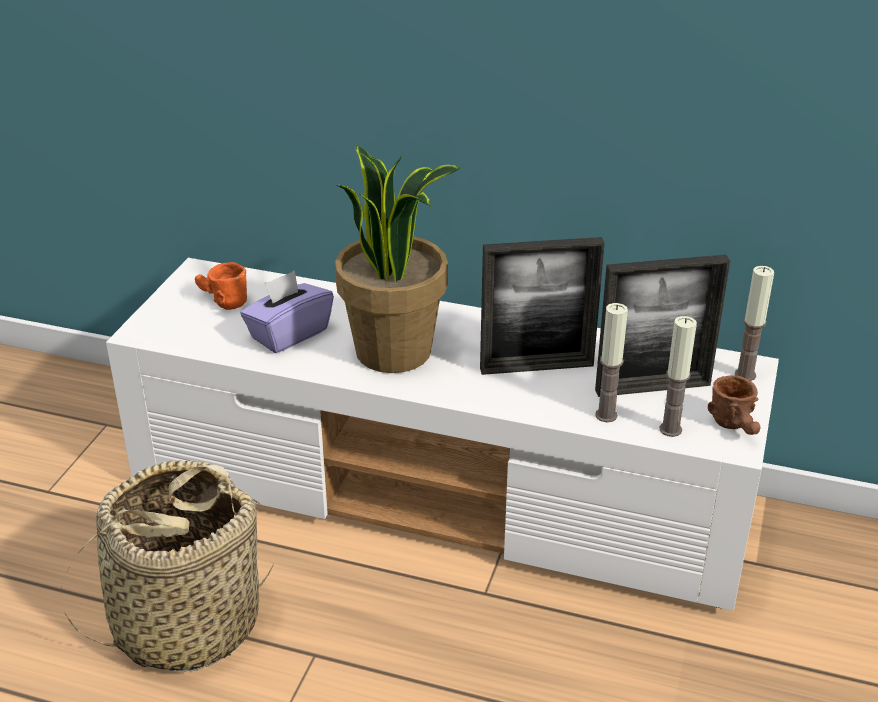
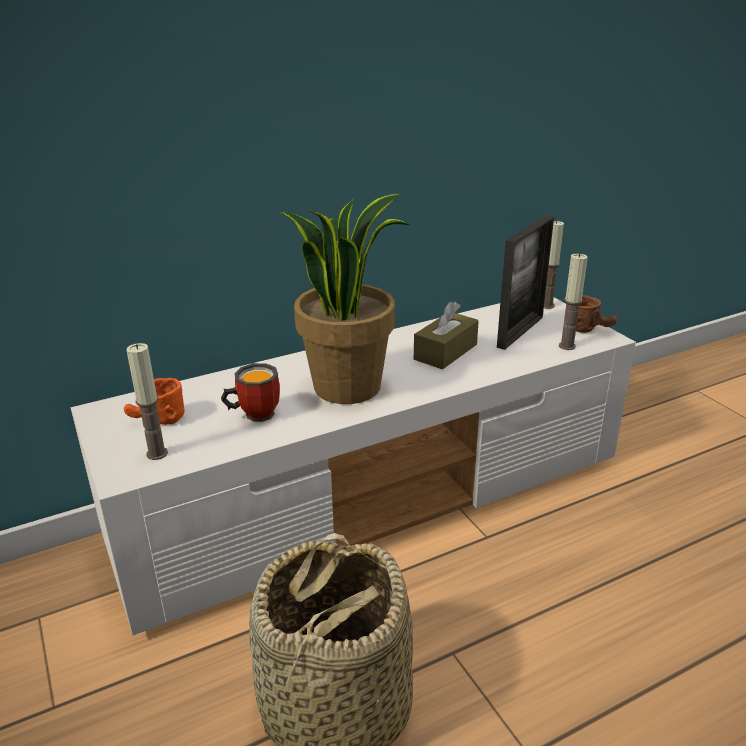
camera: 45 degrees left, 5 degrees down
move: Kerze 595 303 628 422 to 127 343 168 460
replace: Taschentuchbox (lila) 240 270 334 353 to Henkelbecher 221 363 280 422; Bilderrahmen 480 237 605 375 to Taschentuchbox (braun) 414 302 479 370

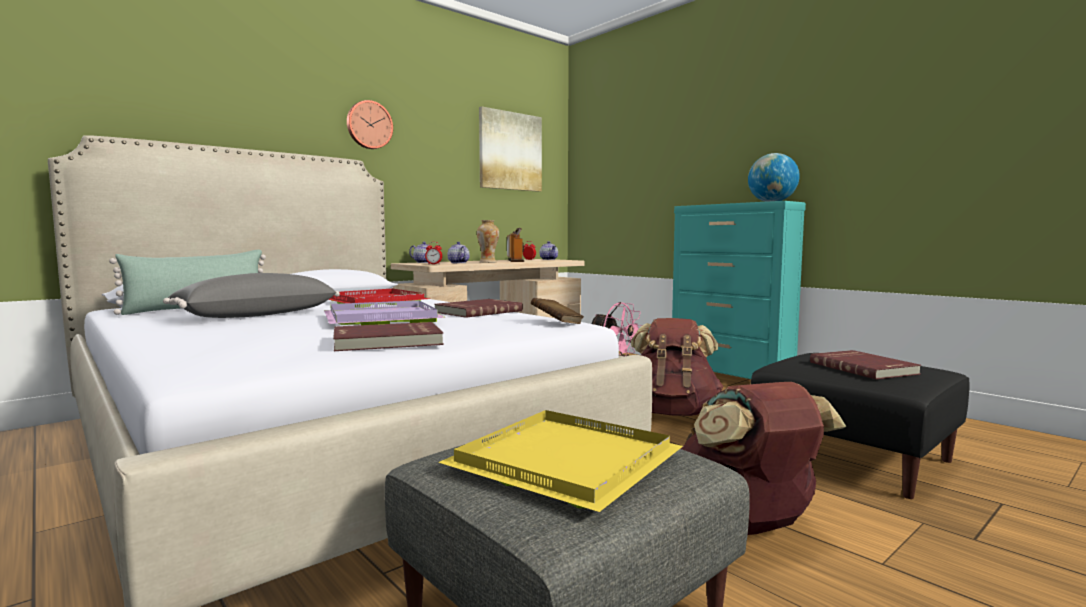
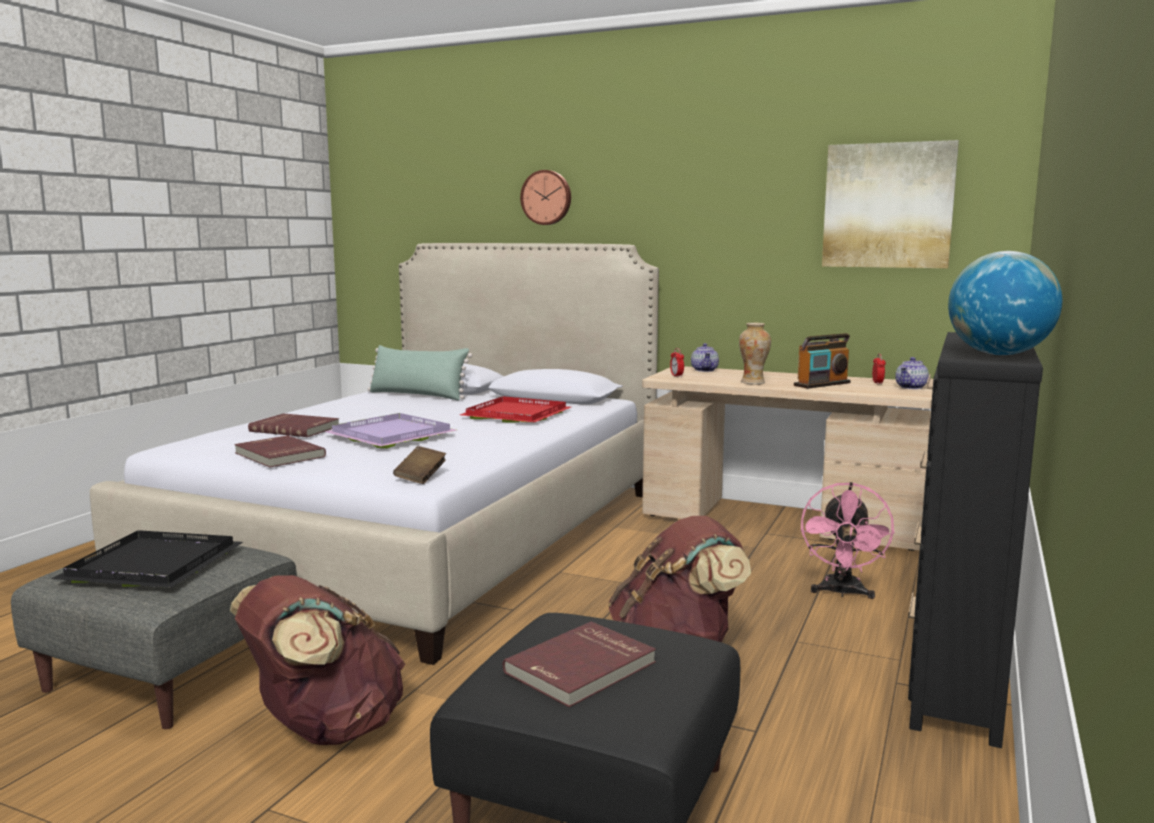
camera: 65 degrees right, 5 degrees up
delete: Kissen (grau) 163 273 340 318; Teekanne 447 242 470 263
move: Wanduhr 347 100 393 149 to 520 170 571 225; Buch (rot) 434 299 523 318 to 248 413 339 437
recolor: Tablett (gelb) 438 410 683 512 to Tablett (schwarz) 51 530 243 588; Kommode (türkis) 672 201 806 379 to Kommode (schwarz) 908 332 1043 748

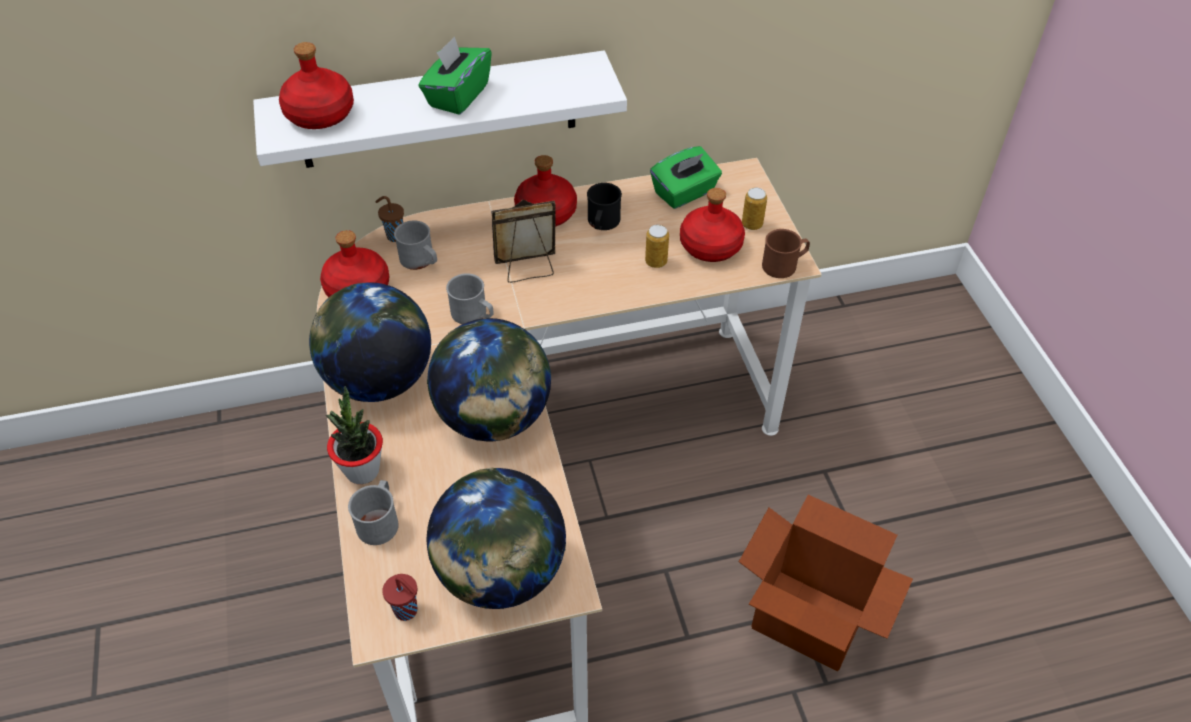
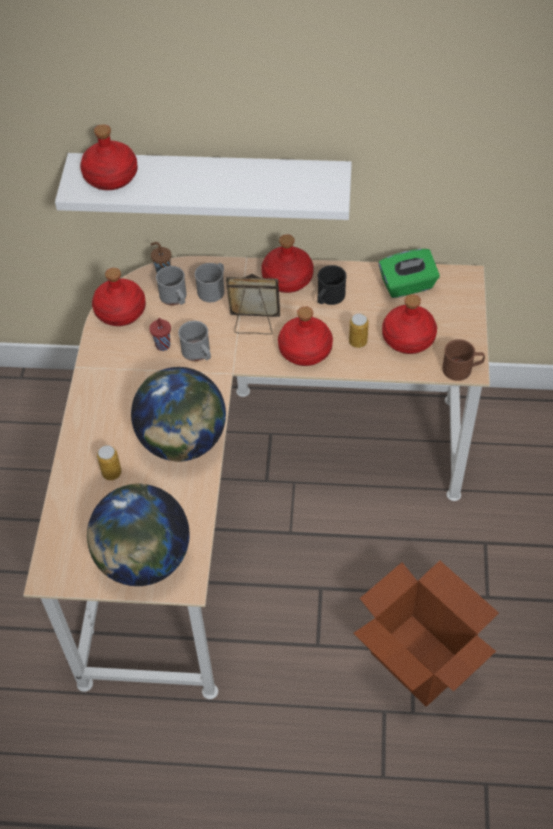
camera: 20 degrees right, 5 degrees up
delete: Globus 309 282 431 402; Topfpflanze 326 386 383 484; Taschentuchbox (grün) 419 36 492 114
insert: Flasche (rot) 278 306 333 366
move: Henkelbecher (grau) 348 480 399 545 to 195 263 225 302; Tasse (rot) 382 574 417 621 to 149 318 171 351; Dose 742 188 767 230 to 97 445 122 480

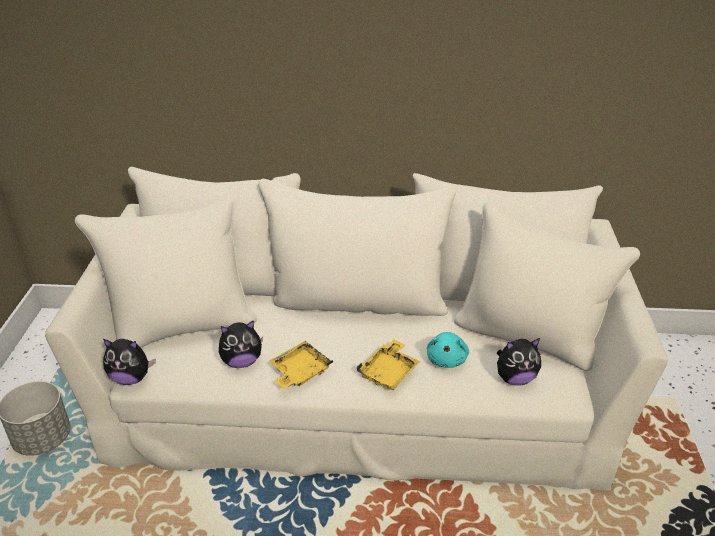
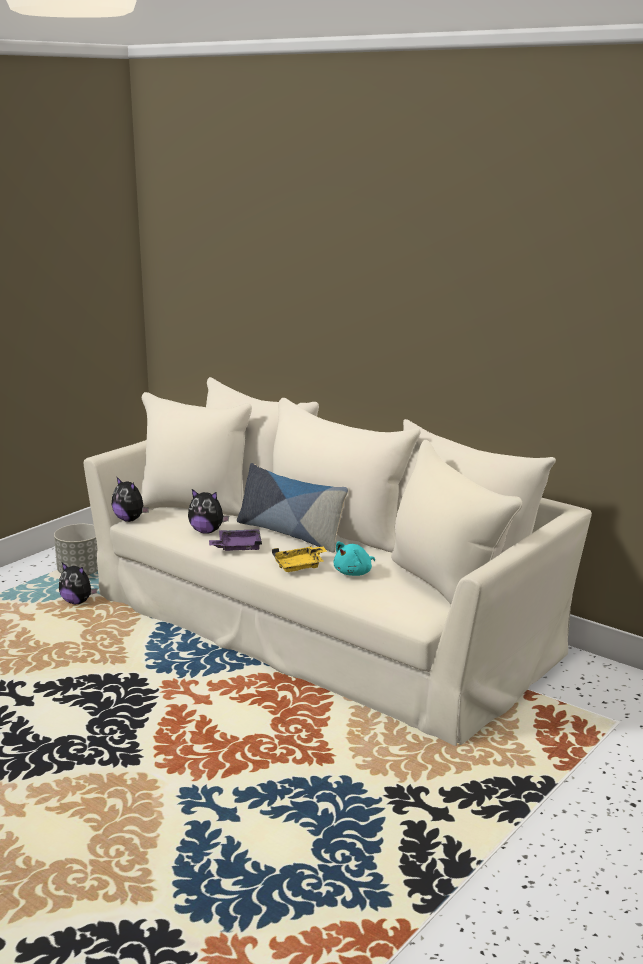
camera: 35 degrees right, 15 degrees down
insert: Kissen 237 463 348 552
move: Plüschtier 497 338 541 385 to 59 563 97 604
recolor: Tablett (gelb) 269 341 333 389 to Tablett (lila) 209 529 262 551

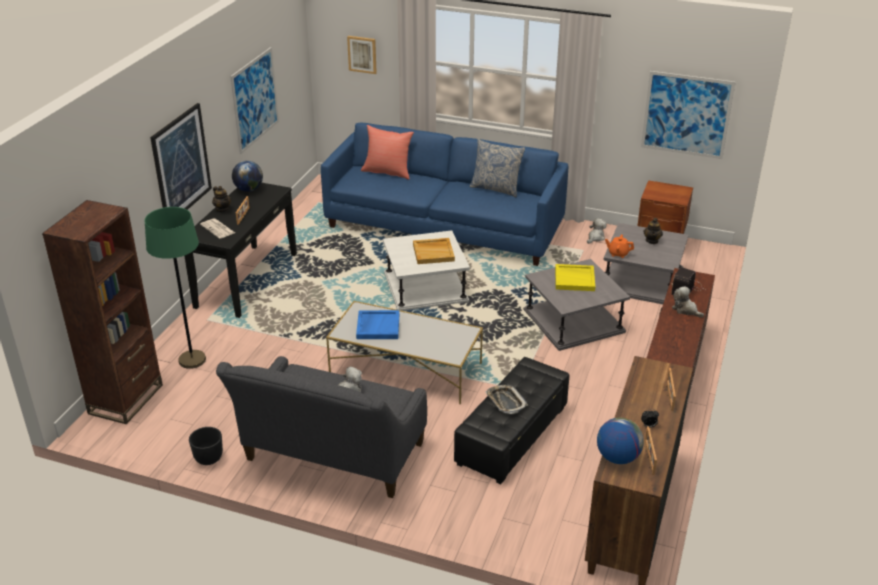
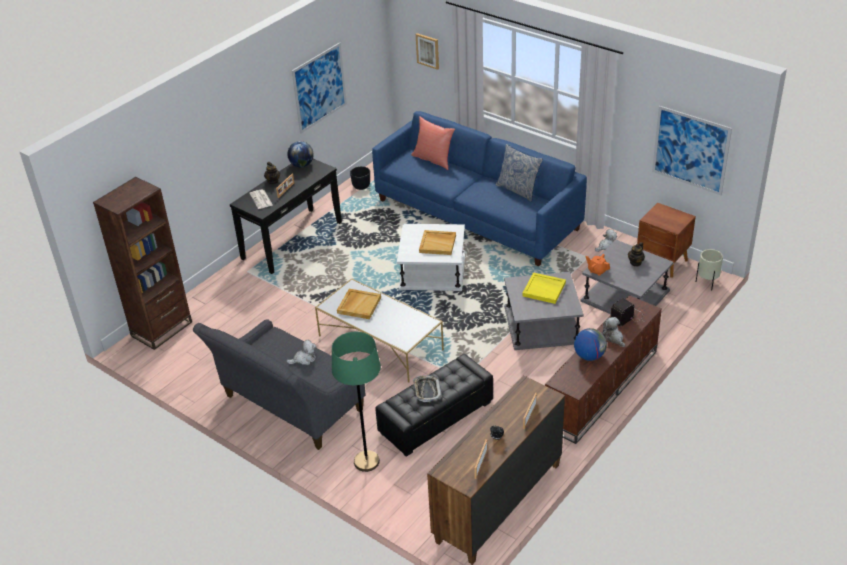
camera: 20 degrees right, 5 degrees up
delete: Bild 150 103 212 210
insert: Pflanzkübel (beige) 696 249 723 291
move: Stehlampe (grün) 144 207 206 369 to 332 332 381 472; Pflanzkübel (schwarz) 189 427 223 465 to 350 166 370 190; Globus 597 418 644 464 to 574 328 607 361
recolor: Tablett (blau) 356 310 399 339 to Tablett (beige) 337 289 381 319

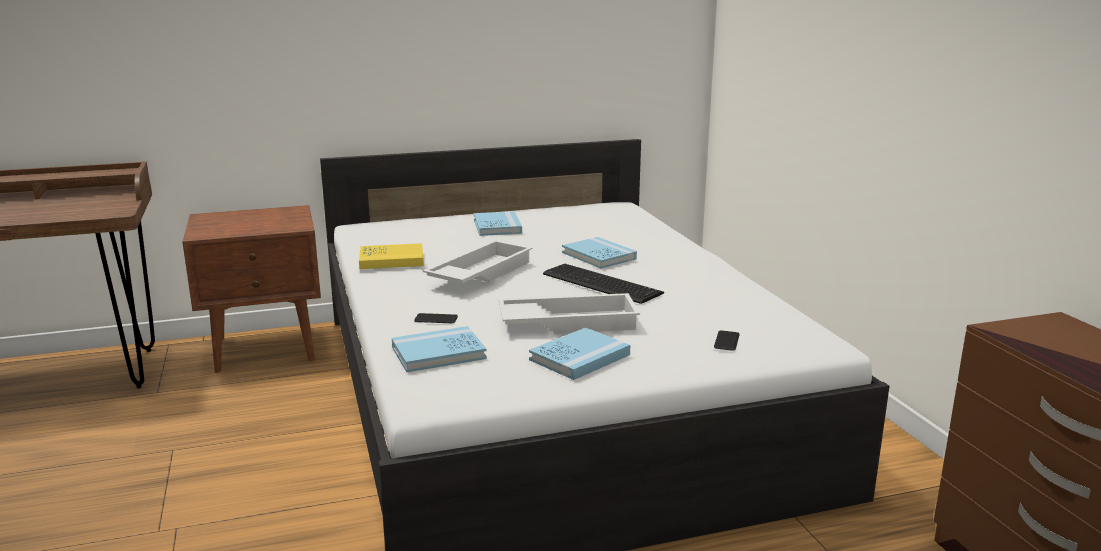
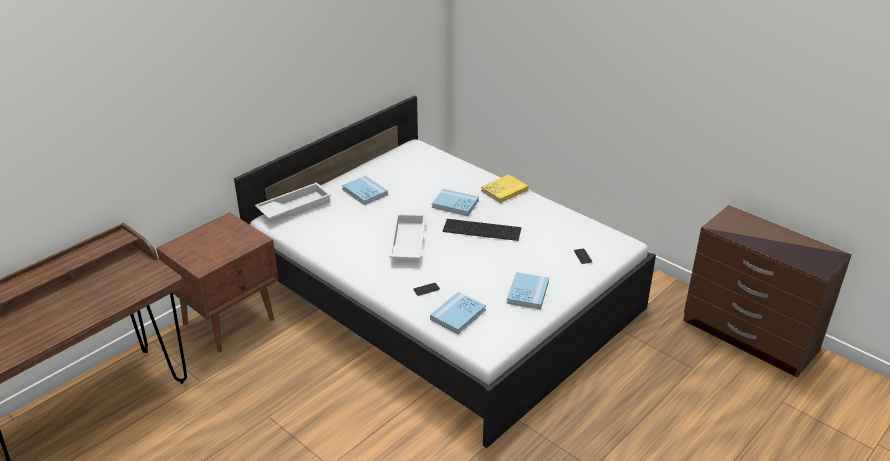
camera: 30 degrees left, 15 degrees up
move: Buch (gelb) 359 243 424 269 to 481 175 528 203; Tablett (weiß) 499 293 640 334 to 255 183 331 219

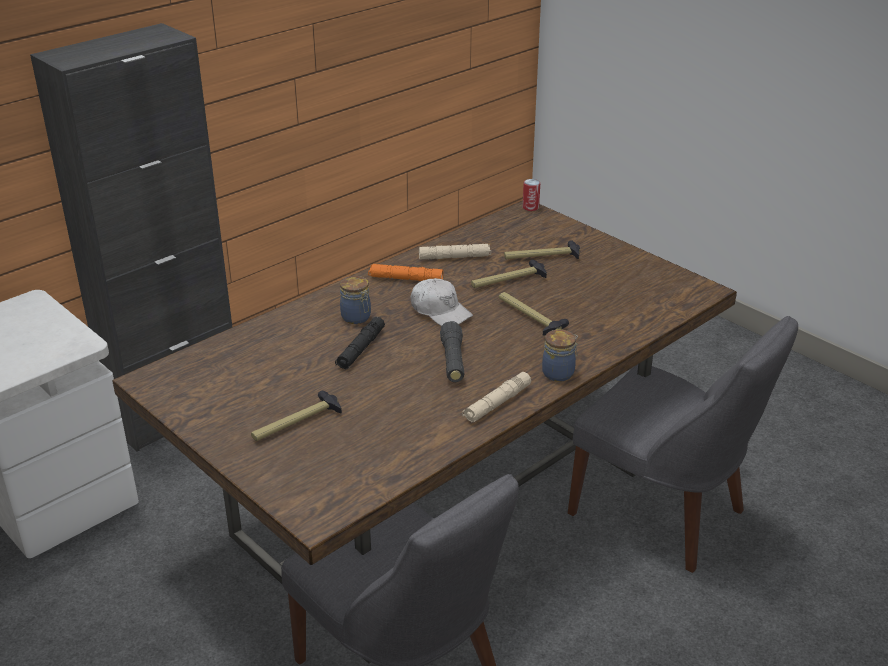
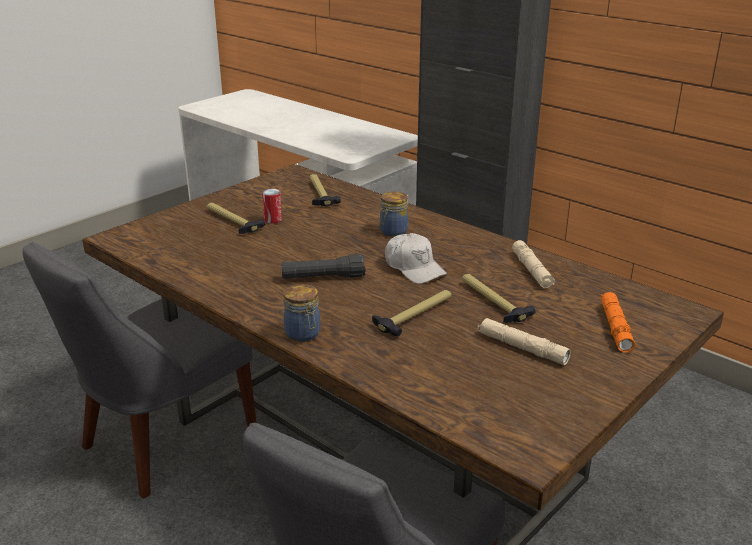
camera: 85 degrees right, 5 degrees down
delete: Taschenlampe (schwarz) 335 317 385 369
move: Taschenlampe (orange) 368 264 443 281 to 600 292 635 352; Taschenlampe (beige) 462 372 531 423 to 477 318 571 365; Hammer 504 240 580 259 to 310 174 341 206; Dose 523 179 540 211 to 262 189 282 224
rotate: Kappe (weiß) 411 278 473 326 = 385 233 447 284 75 degrees counterclockwise

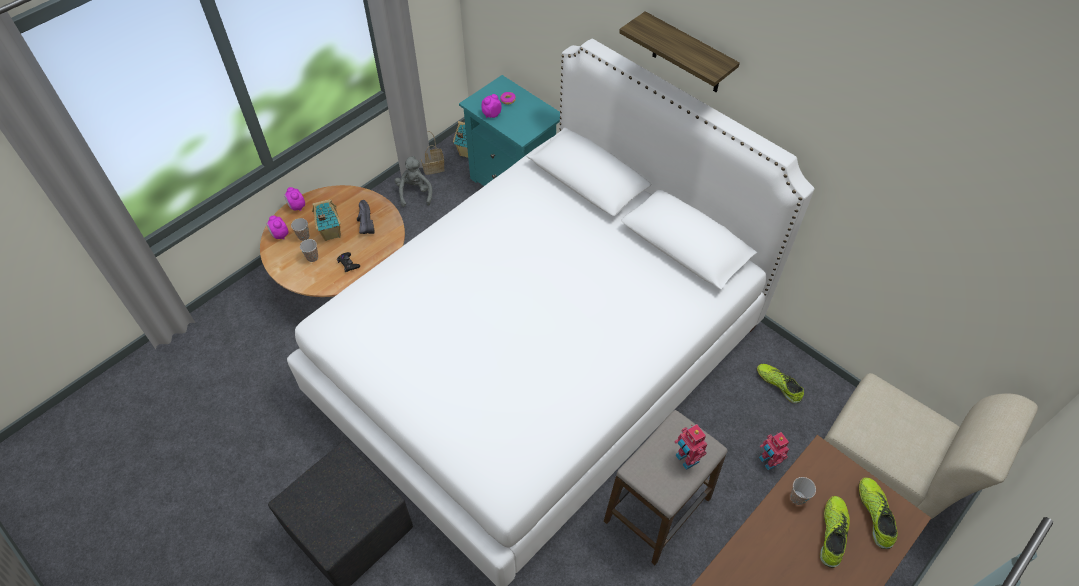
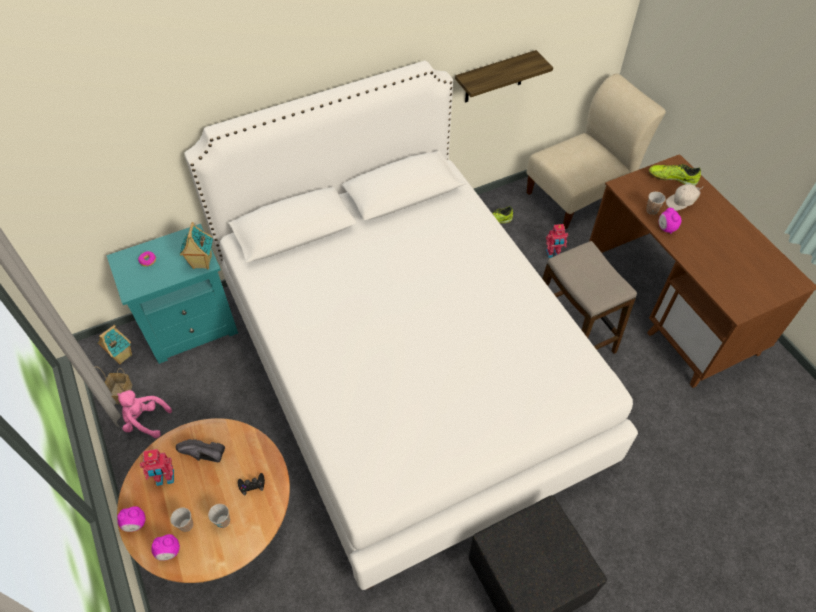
camera: 70 degrees left, 0 degrees up
move: Spielzeughaus 312 199 341 241 to 179 222 213 269; Wecker 481 94 502 118 to 659 208 681 234; Wandregal 619 11 740 92 to 455 50 553 102; Spielzeugroboter 675 424 707 470 to 140 449 174 486
replace: Schuh 820 496 850 568 to Kappe (weiß) 666 184 703 211
recolor: Plüschtier (grau) 394 156 432 207 to Plüschtier (rosa) 117 390 172 438

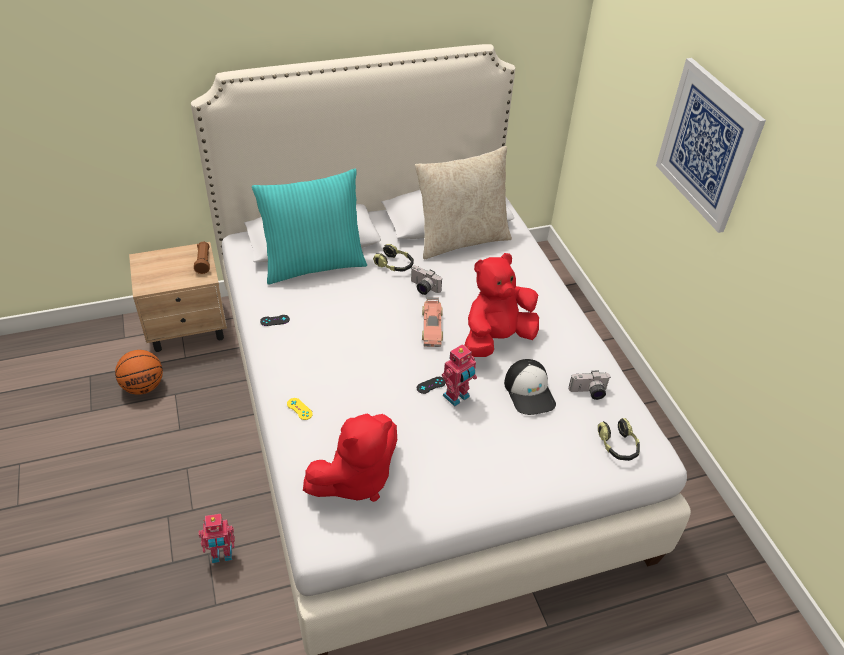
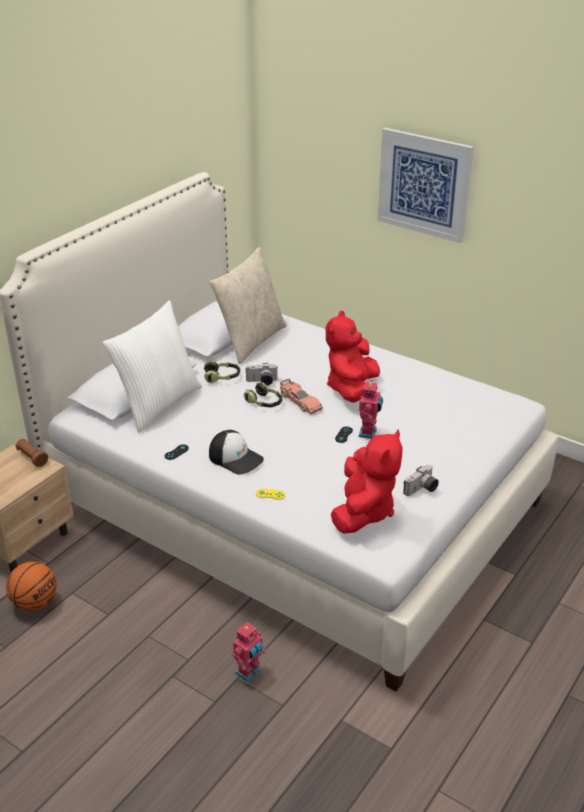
camera: 35 degrees left, 10 degrees down
move: Kappe 504 359 556 415 to 209 430 264 475; Kamera 569 370 610 400 to 403 465 439 496; Kopfhörer 598 418 640 461 to 244 382 282 407
recolor: Kissen (türkis) 252 169 367 285 to Kissen (weiß) 103 301 202 432

